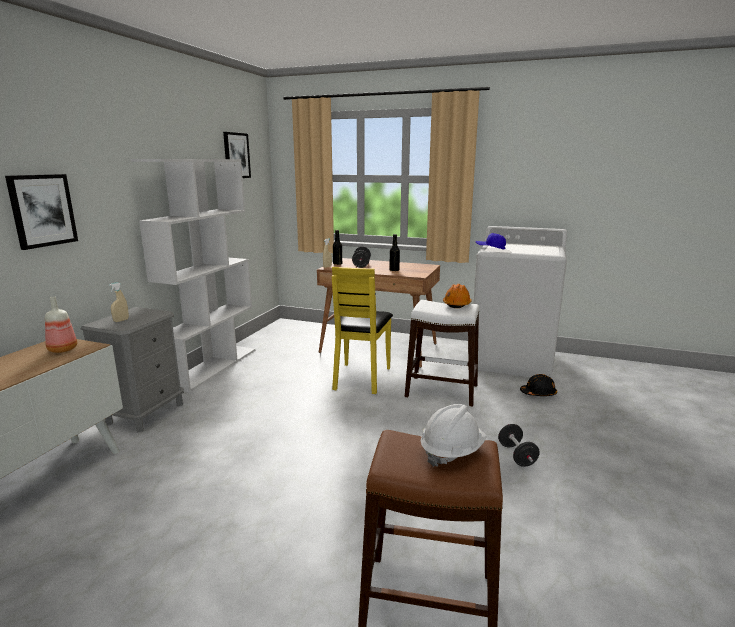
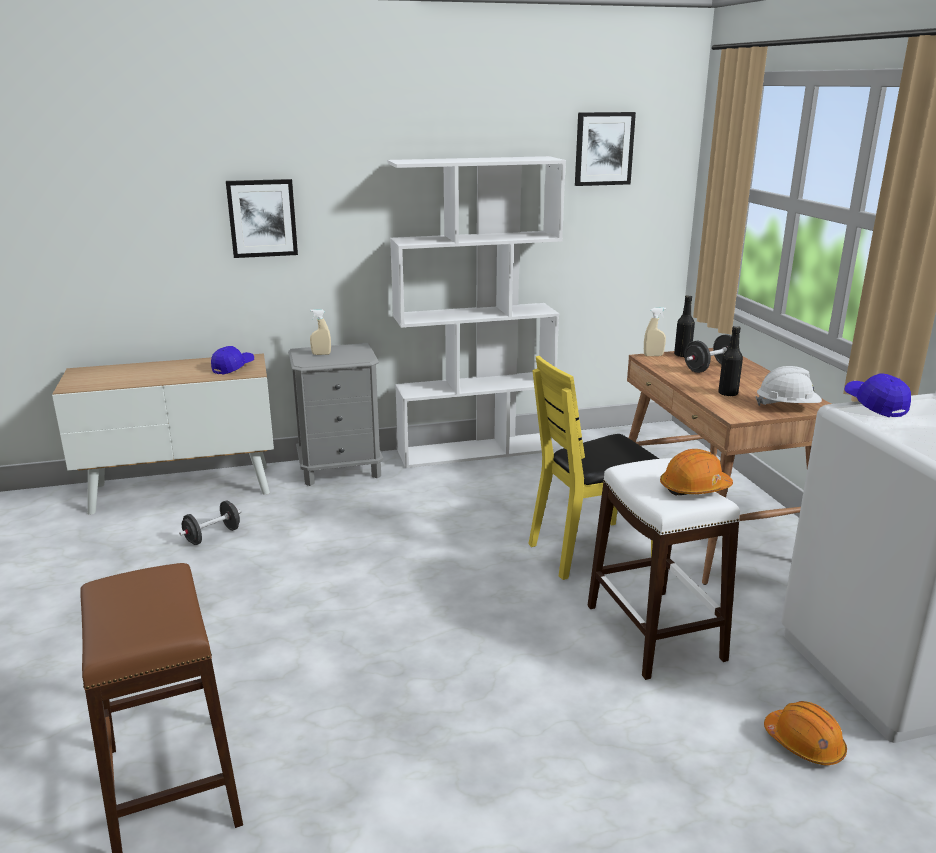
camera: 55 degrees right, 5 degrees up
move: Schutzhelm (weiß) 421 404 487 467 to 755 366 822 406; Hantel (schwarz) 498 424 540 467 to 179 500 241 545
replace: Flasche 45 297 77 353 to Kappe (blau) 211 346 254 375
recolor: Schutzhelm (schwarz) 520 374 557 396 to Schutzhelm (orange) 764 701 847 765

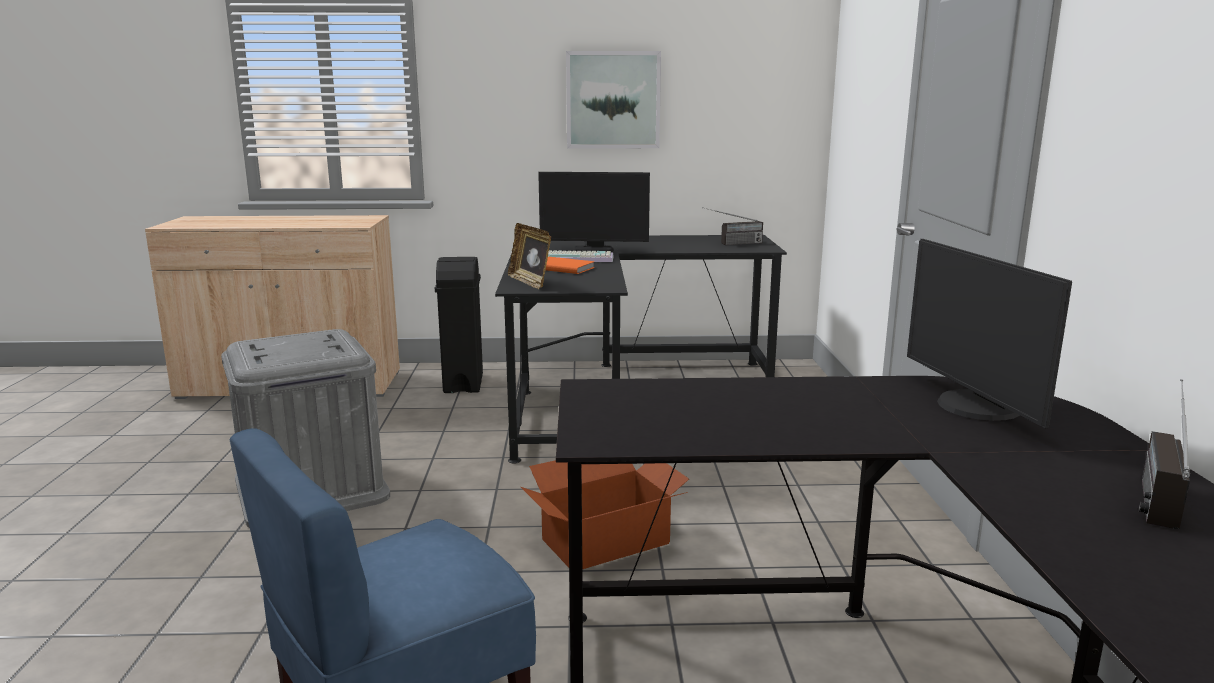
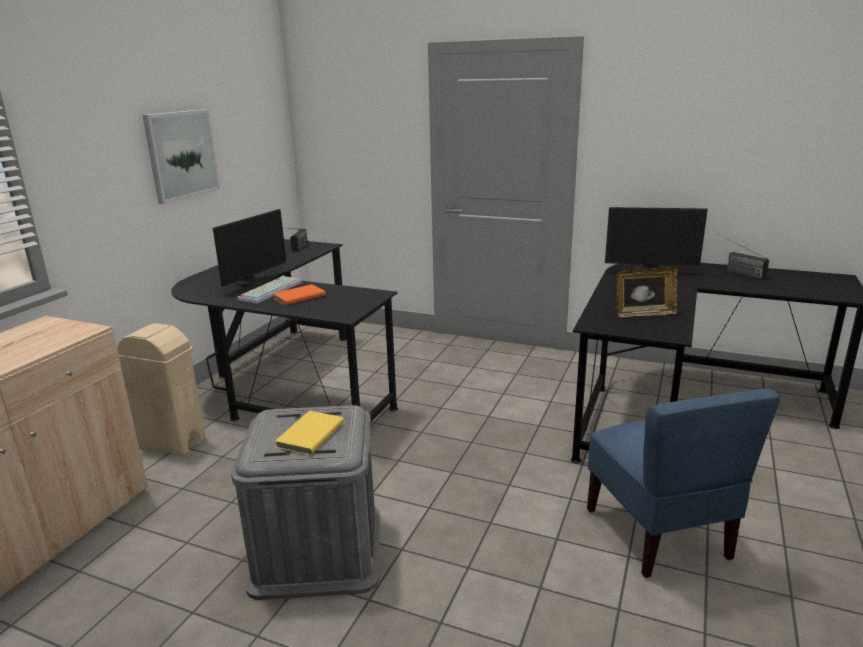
camera: 65 degrees left, 5 degrees up
delete: Karton 521 460 689 569
insert: Buch (gelb) 275 411 344 455
move: Bilderrahmen 508 223 551 289 to 617 267 677 317
recolor: Mülleimer (schwarz) 435 257 483 393 to Mülleimer (beige) 117 323 206 456

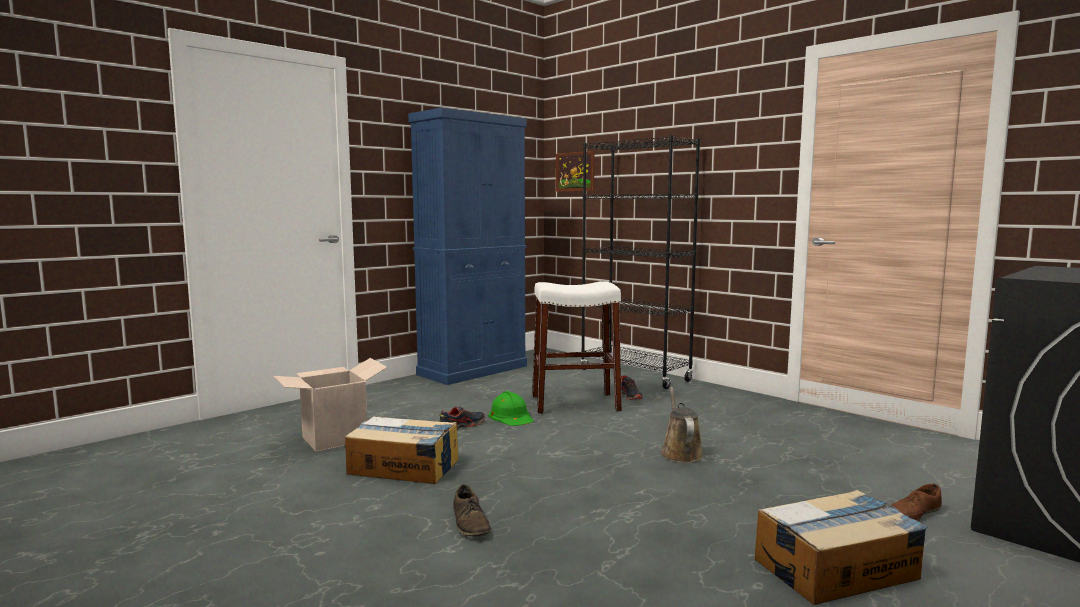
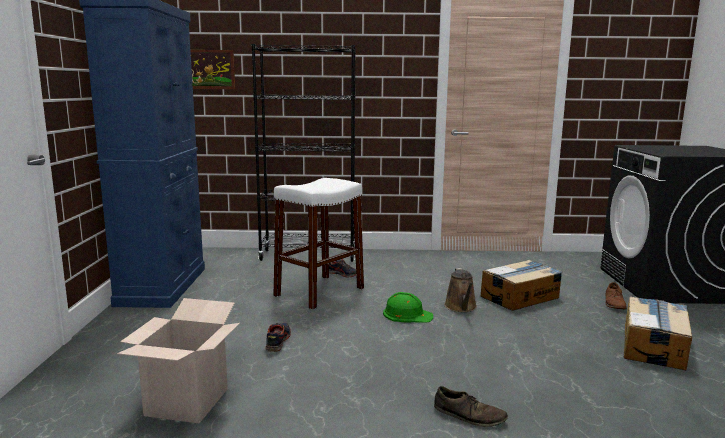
camera: 45 degrees left, 5 degrees up
move: Karton 345 416 458 484 to 481 260 562 311; Schutzhelm (grün) 488 391 533 426 to 383 292 433 323
rotate: Gießkanne (braun) 661 387 704 463 = 444 268 477 312 135 degrees counterclockwise

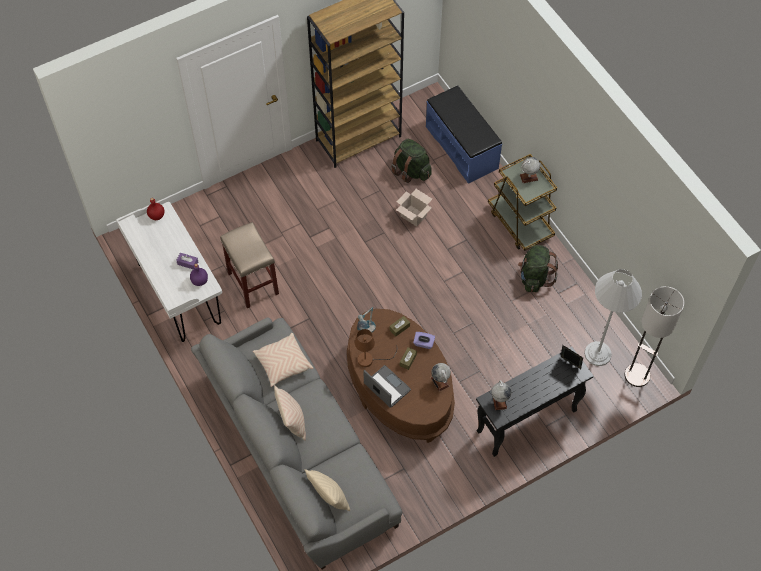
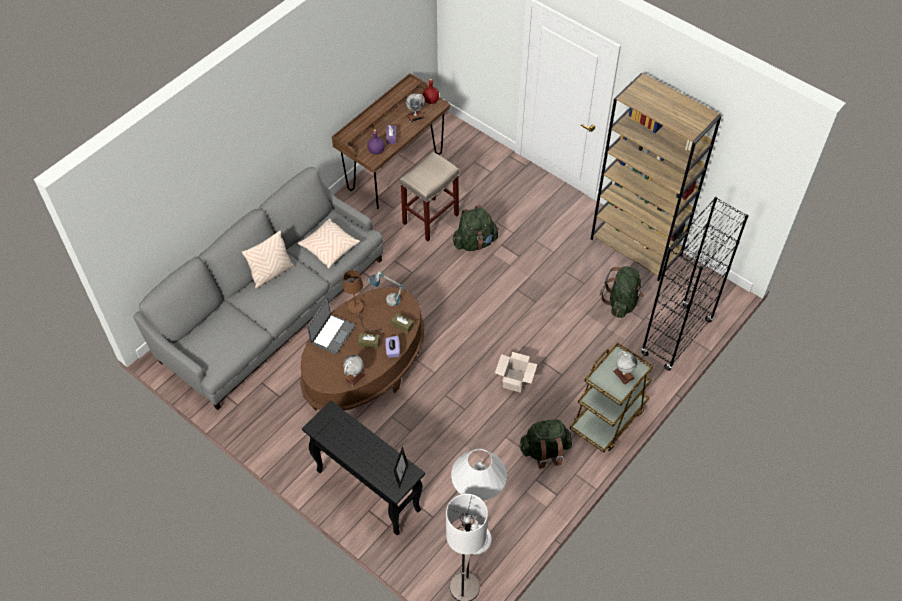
camera: 70 degrees right, 5 degrees down
delete: Kissen (beige) 304 469 350 511
insert: Rucksack (grün) 453 205 499 251
move: Karton 396 189 432 227 to 495 352 538 393; Globus 491 380 511 410 to 406 94 425 123
replace: Bank (blau) 426 85 502 184 to Bücherregal (schwarz) 641 197 749 371
recolor: Schreibtisch (weiß) 116 202 222 342 to Schreibtisch (braun) 332 73 450 209

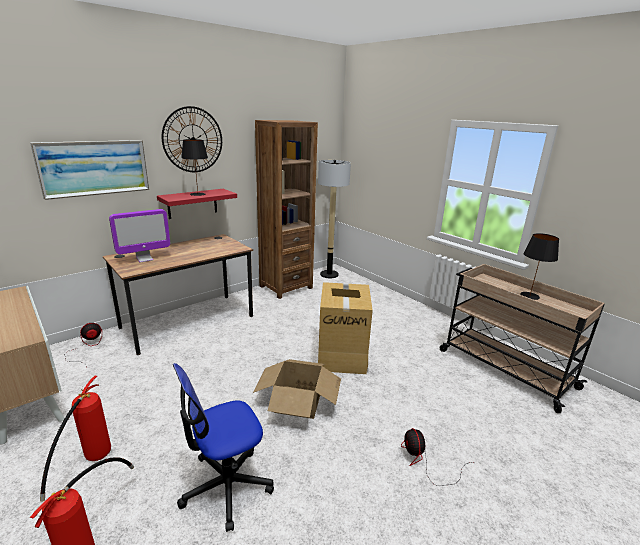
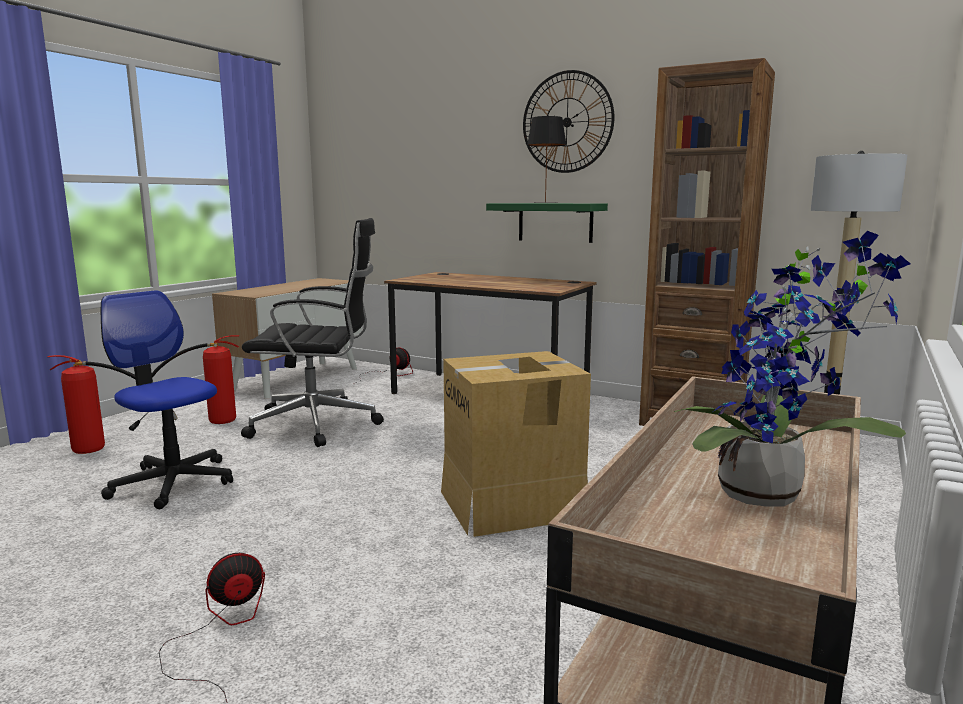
camera: 70 degrees right, 10 degrees down
delete: Bild 30 140 149 200; Monitor 109 209 170 263; Karton 253 359 341 419
insert: Bürostuhl (schwarz) 241 218 384 447
replace: Tischlampe (schwarz) 520 233 559 300 to Topfpflanze 674 231 910 506
recolor: Wandregal (rot) 157 189 237 219 to Wandregal (grün) 486 203 608 243

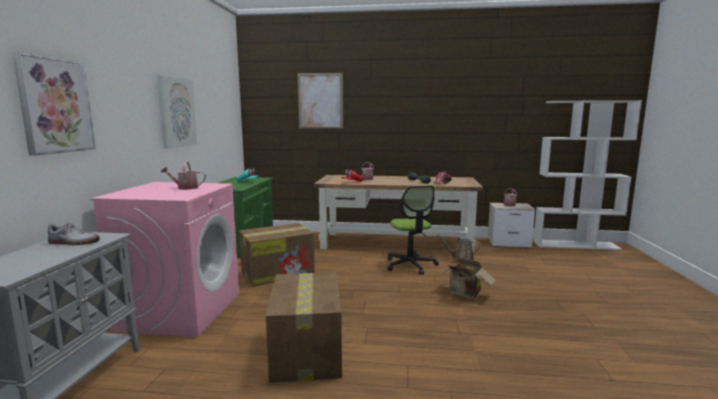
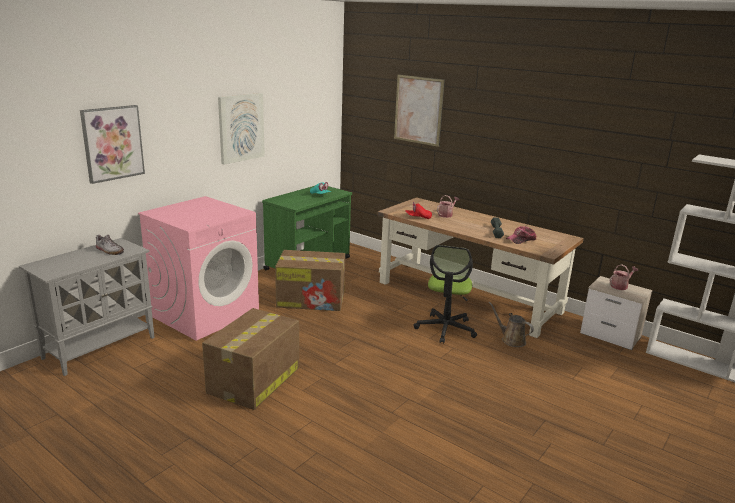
camera: 30 degrees right, 10 degrees up
delete: Gießkanne 161 161 206 190; Karton 438 258 496 299

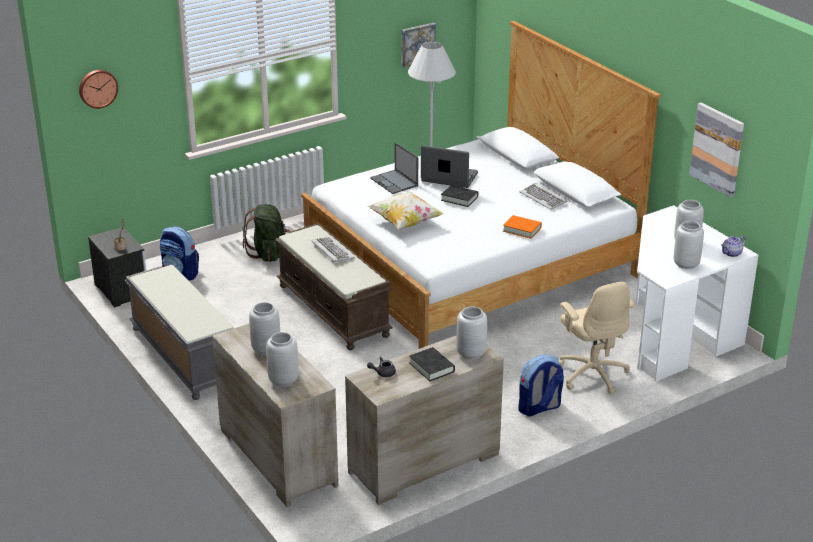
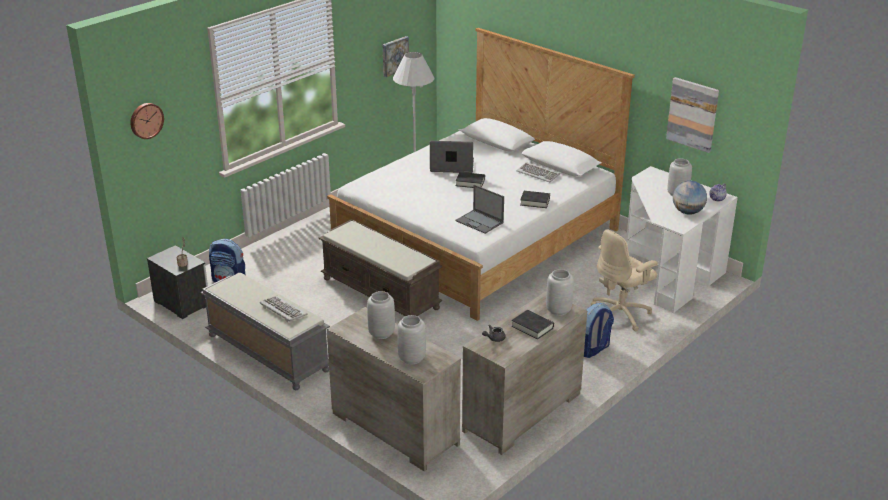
camera: 15 degrees left, 0 degrees up
delete: Rucksack (grün) 243 204 290 262; Kissen 367 192 445 229
move: Tastatur 312 237 355 263 to 260 296 307 322; Laptop 370 142 418 194 to 455 185 504 234
replace: Vase (grau) 674 221 704 269 to Globus 673 181 707 215
recolor: Buch (orange) 503 215 542 239 to Buch (schwarz) 520 191 550 208
rotate: Bürostuhl (beige) 559 282 634 394 = 591 229 658 332 90 degrees clockwise

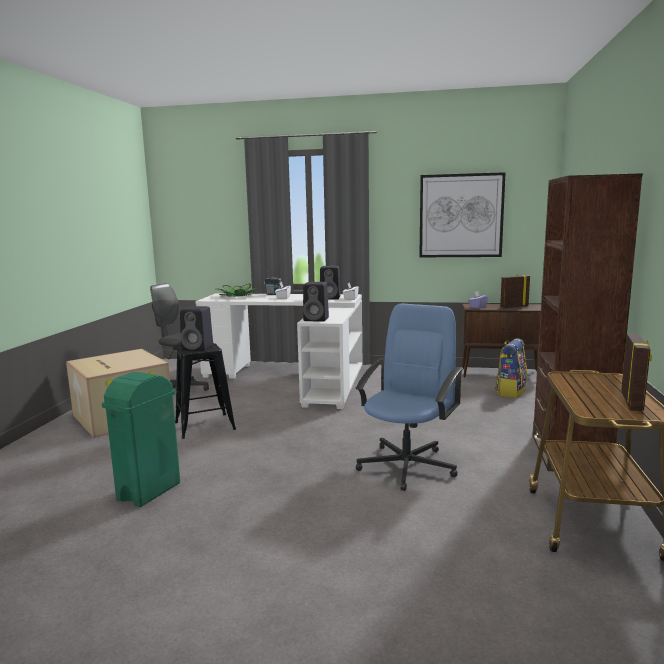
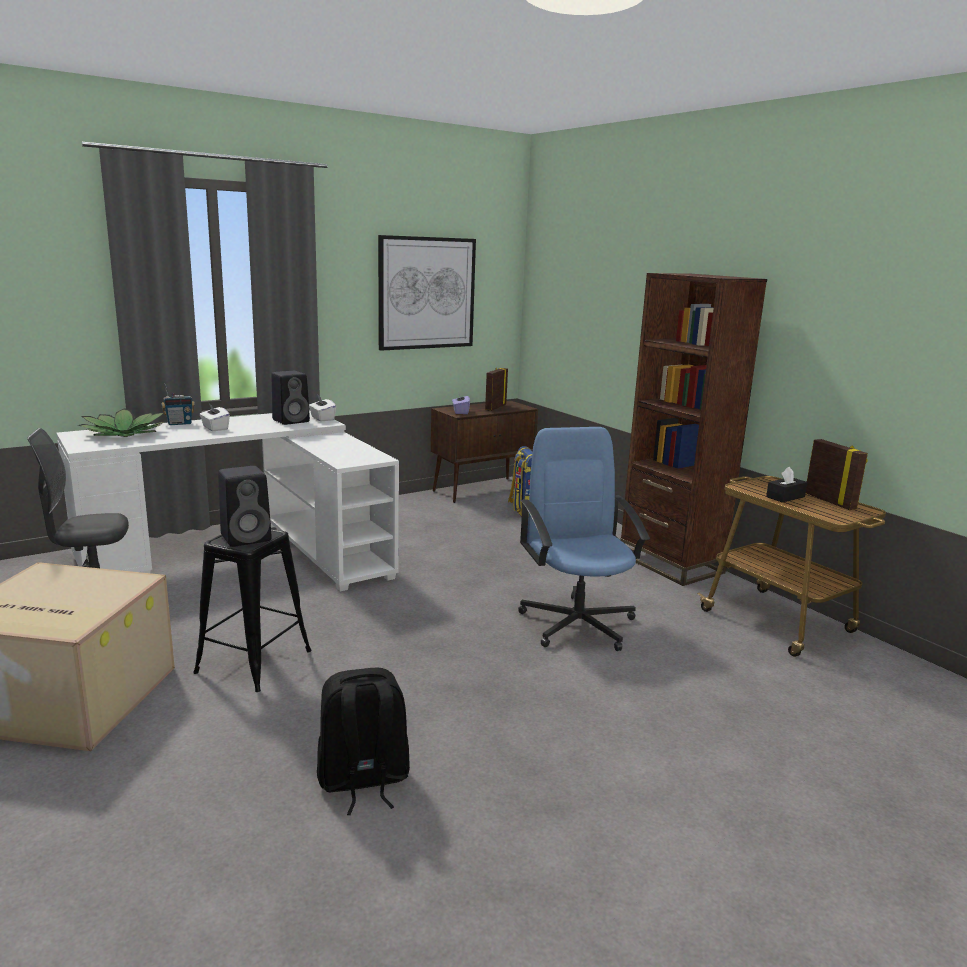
camera: 45 degrees left, 5 degrees up
delete: Lautsprecher (schwarz) 303 282 329 322
insert: Taschentuchbox (schwarz) 766 467 808 503
replace: Mülleimer (grün) 102 372 180 507 to Rucksack (schwarz) 317 668 410 815

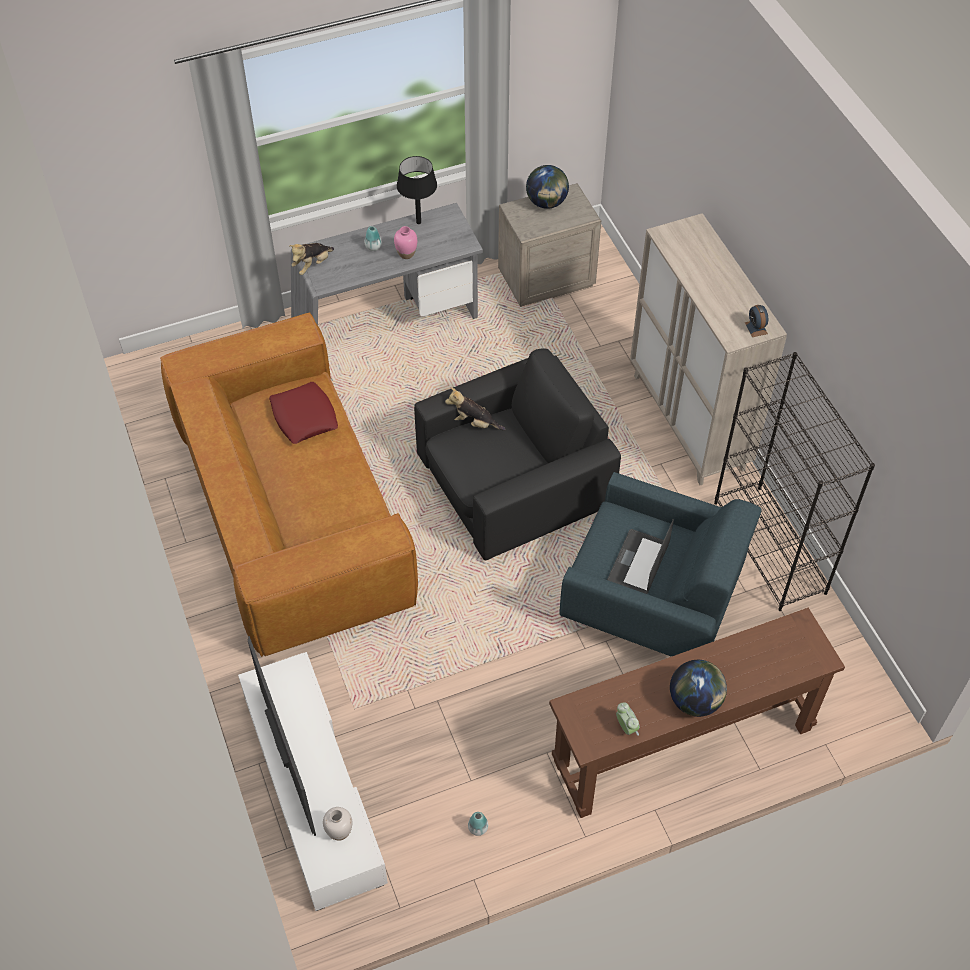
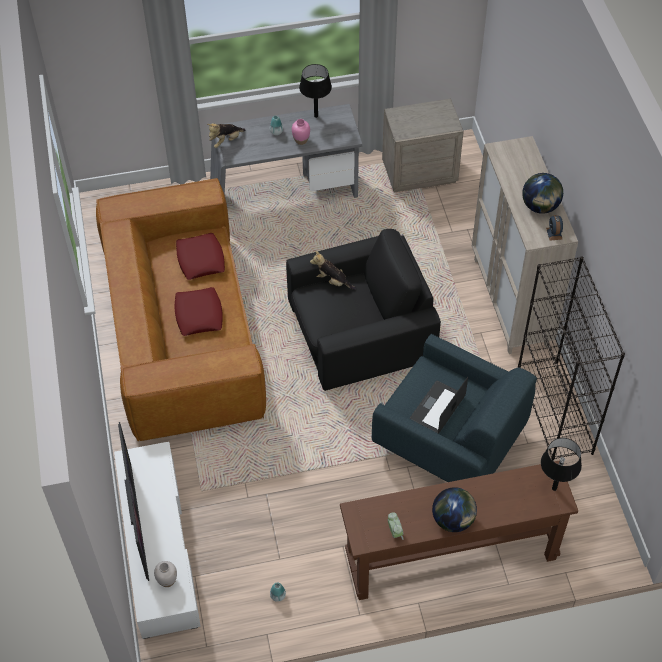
camera: 10 degrees right, 0 degrees up
insert: Kissen (rot) 175 287 223 336; Tischlampe (schwarz) 541 438 582 491
move: Globus 526 165 569 209 to 522 173 563 214

